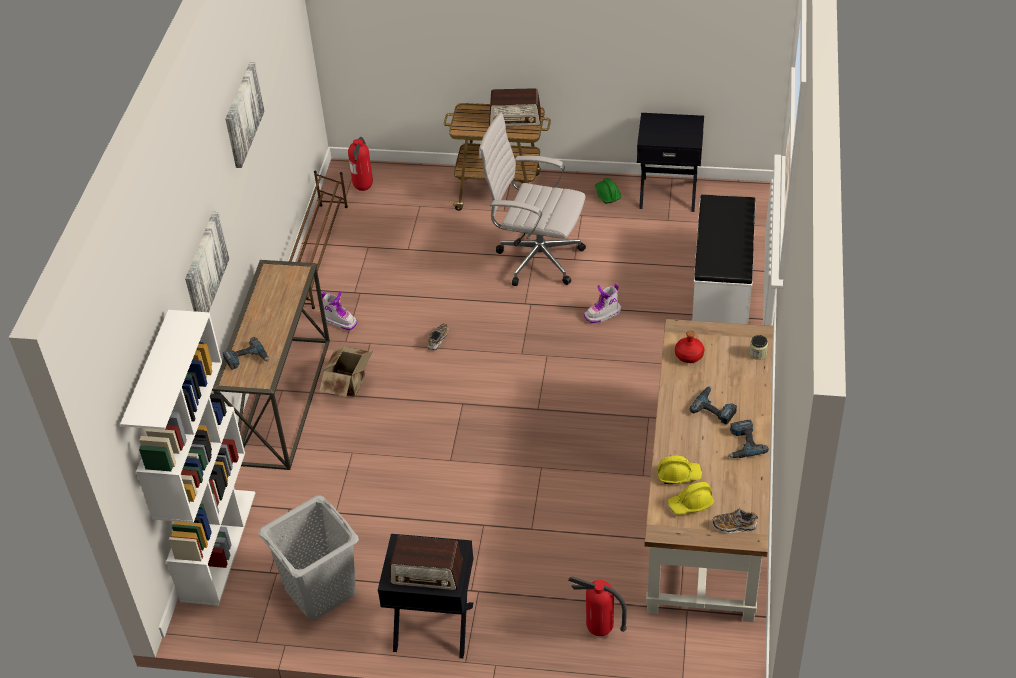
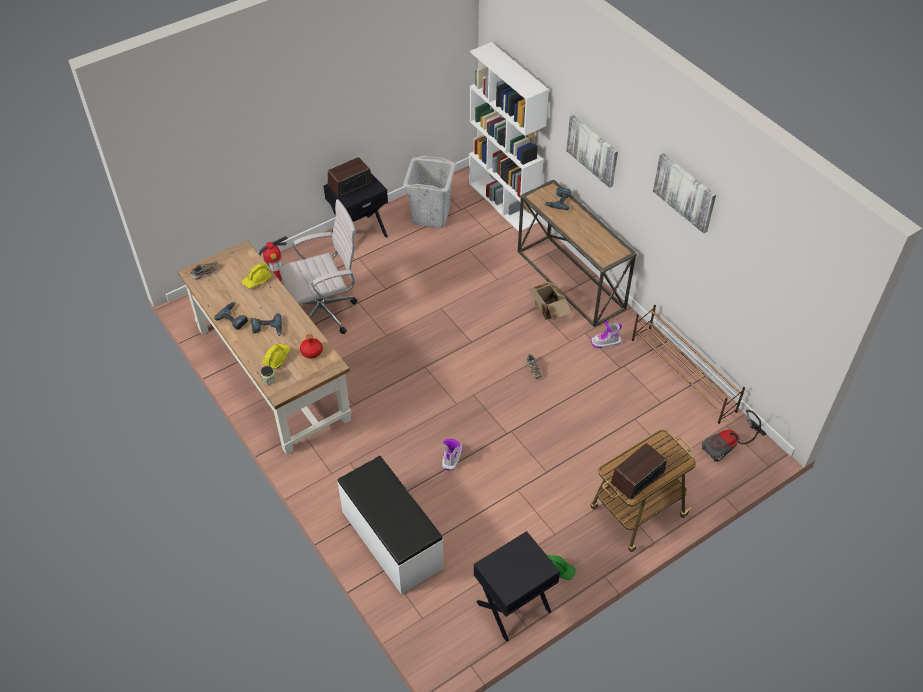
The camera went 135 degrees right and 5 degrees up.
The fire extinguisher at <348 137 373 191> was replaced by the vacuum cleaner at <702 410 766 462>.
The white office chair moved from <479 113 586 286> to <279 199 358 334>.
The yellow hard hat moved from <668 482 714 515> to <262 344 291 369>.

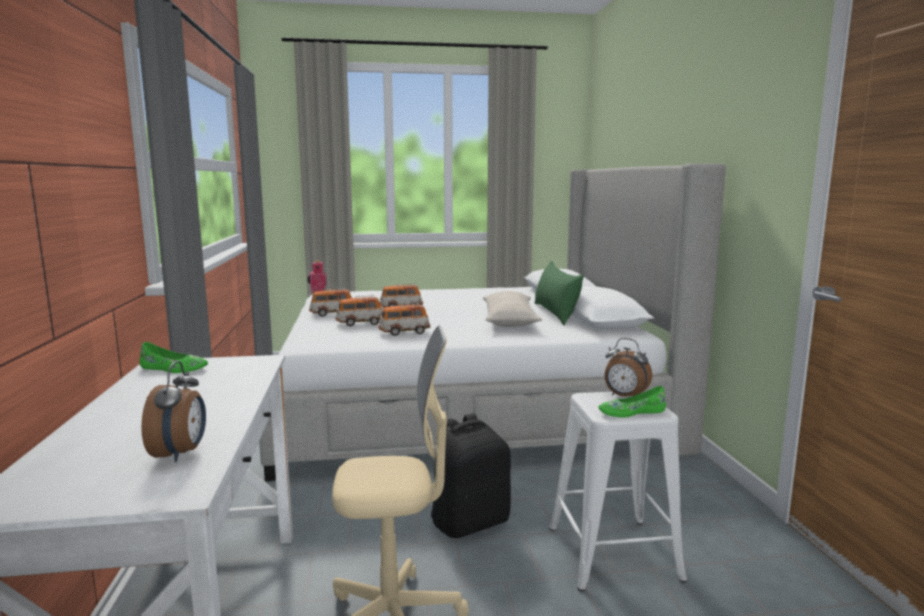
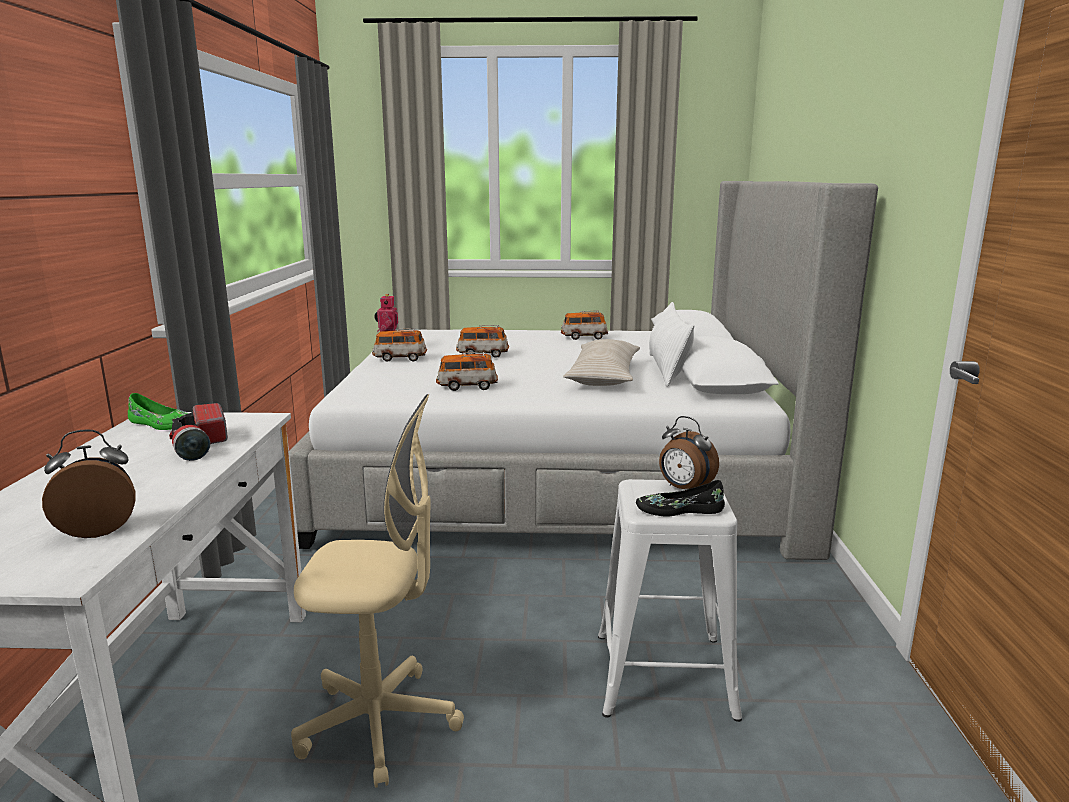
The camera went 10 degrees right and 5 degrees up.
The alarm clock at <141 361 206 462> turned 120 degrees counterclockwise.
The toy car moved from <335 295 383 326> to <561 311 608 340>.
The black backpack at <431 413 511 538> disappeared.
The green pillow at <535 261 584 325> became the white pillow at <649 302 694 387>.
The green shoe at <599 386 666 417> became the black shoe at <636 480 725 517>.
The flashlight at <169 403 228 461> appeared.

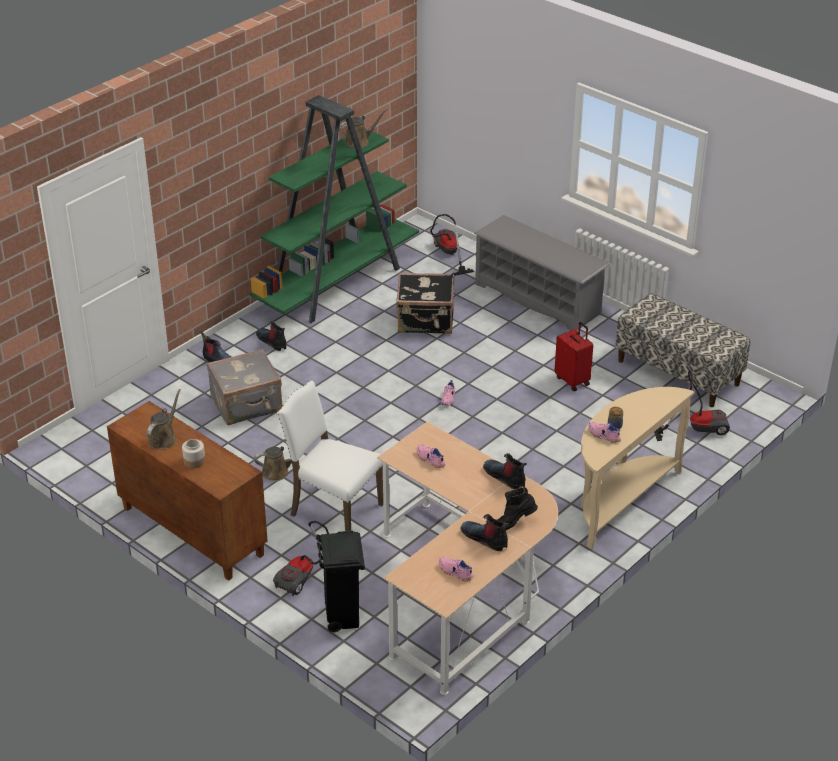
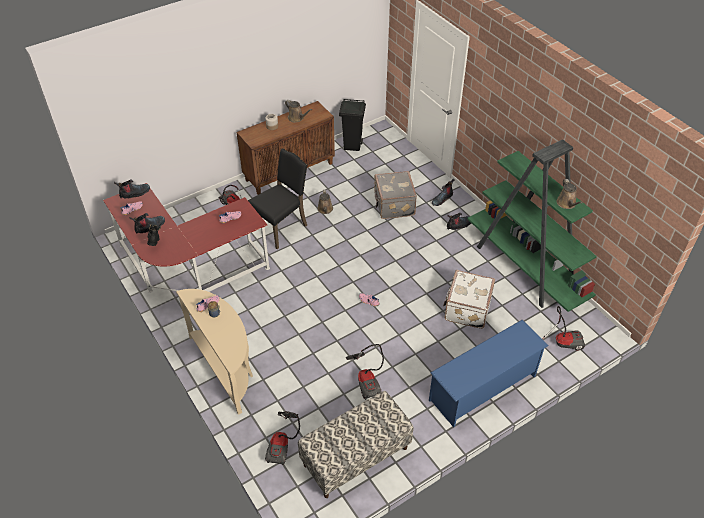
The camera went 105 degrees right and 10 degrees up.
The white chair at <277 381 383 531> became the black chair at <248 148 308 249>.
The black trash can moved from <316 531 365 632> to <339 99 366 151>.
The beige desk at <377 422 558 695> became the red desk at <103 183 270 293>.
The black suitcase at <396 273 454 334> became the white suitcase at <443 270 495 329>.
The grey shoe rack at <474 215 610 331> became the blue shoe rack at <429 320 549 427>.
The boot moved from <483 453 527 489> to <114 180 150 199>.
The red suitcase at <555 322 593 391> was replaced by the vacuum cleaner at <346 344 384 400>.

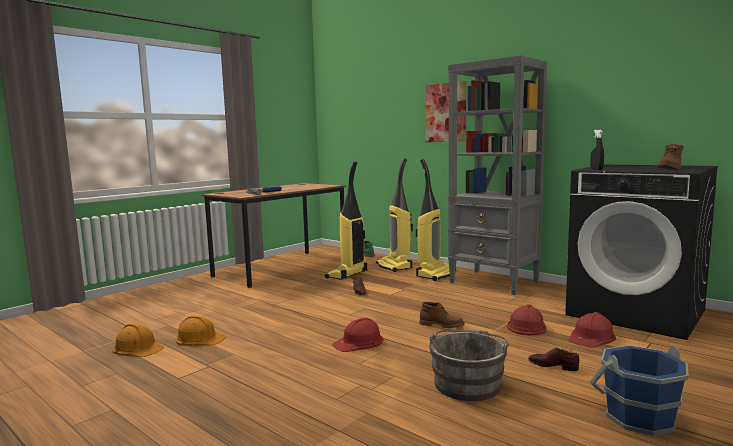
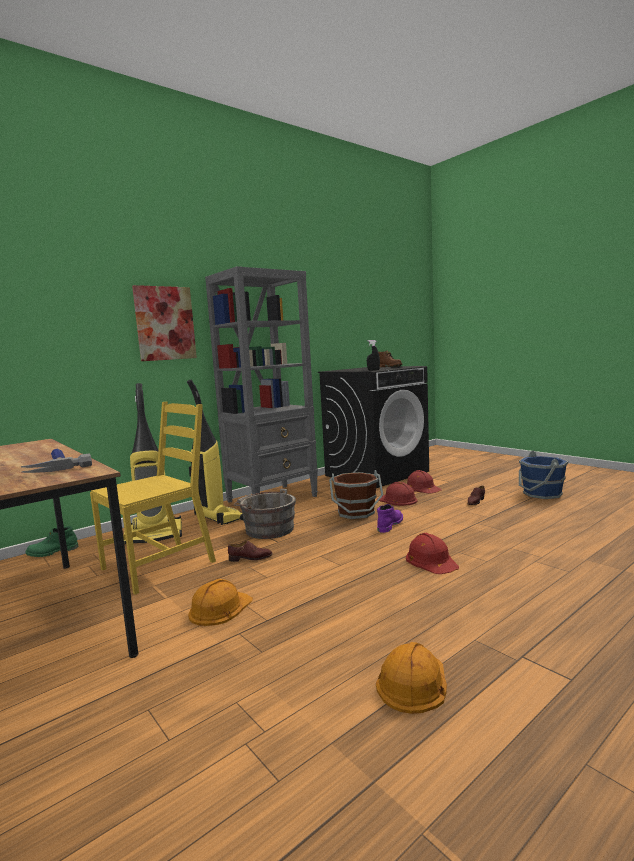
The camera went 80 degrees left and 0 degrees up.
The orange hard hat moved from <113 324 164 357> to <188 579 253 626>.
The vacuum cleaner at <325 161 367 280> was replaced by the yellow chair at <90 402 216 595>.
The brown boot at <419 302 465 328> became the purple boot at <377 504 403 533>.
The grey bucket moved from <429 329 509 401> to <234 489 296 539>.
The brown bucket at <329 470 383 519> appeared.

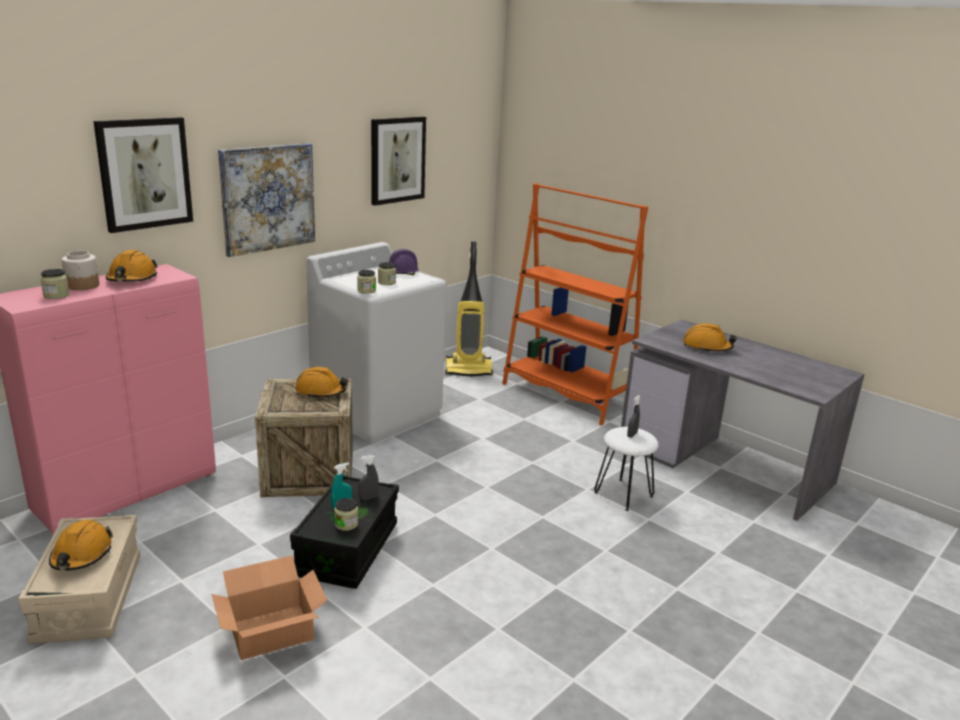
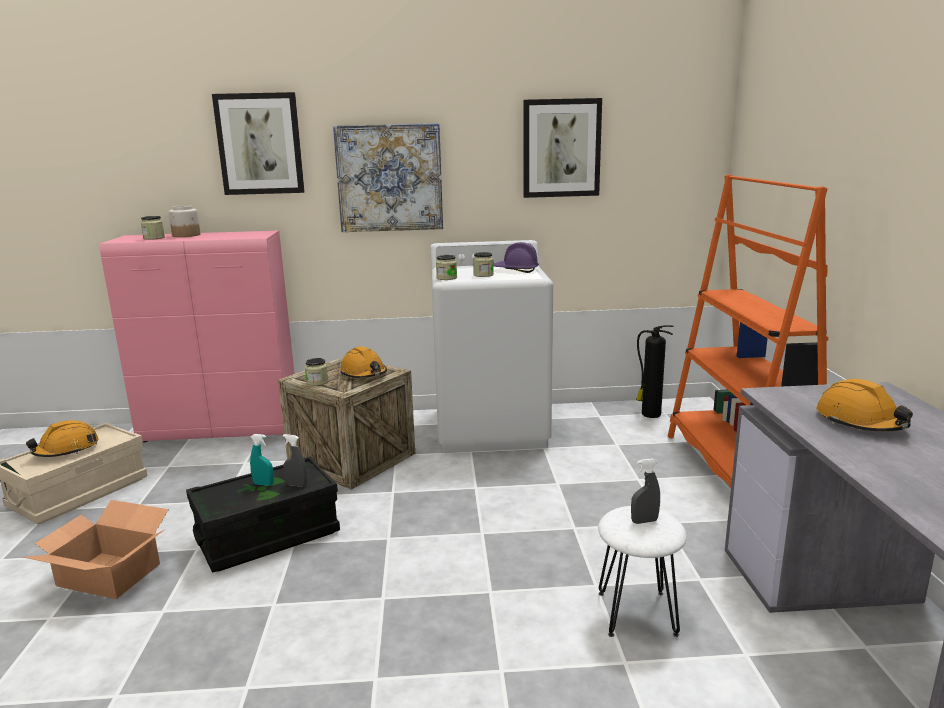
The camera went 45 degrees right and 5 degrees down.
The orange hard hat at <106 250 158 282> disappeared.
The jar moved from <334 498 358 531> to <305 358 328 386>.
The vacuum cleaner at <446 242 493 377> was replaced by the fire extinguisher at <636 325 673 418>.

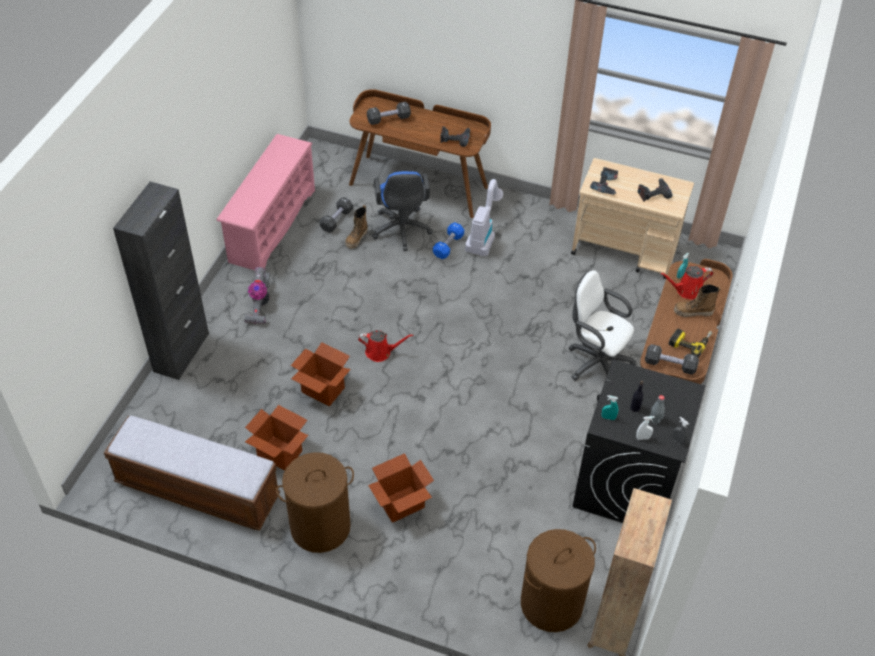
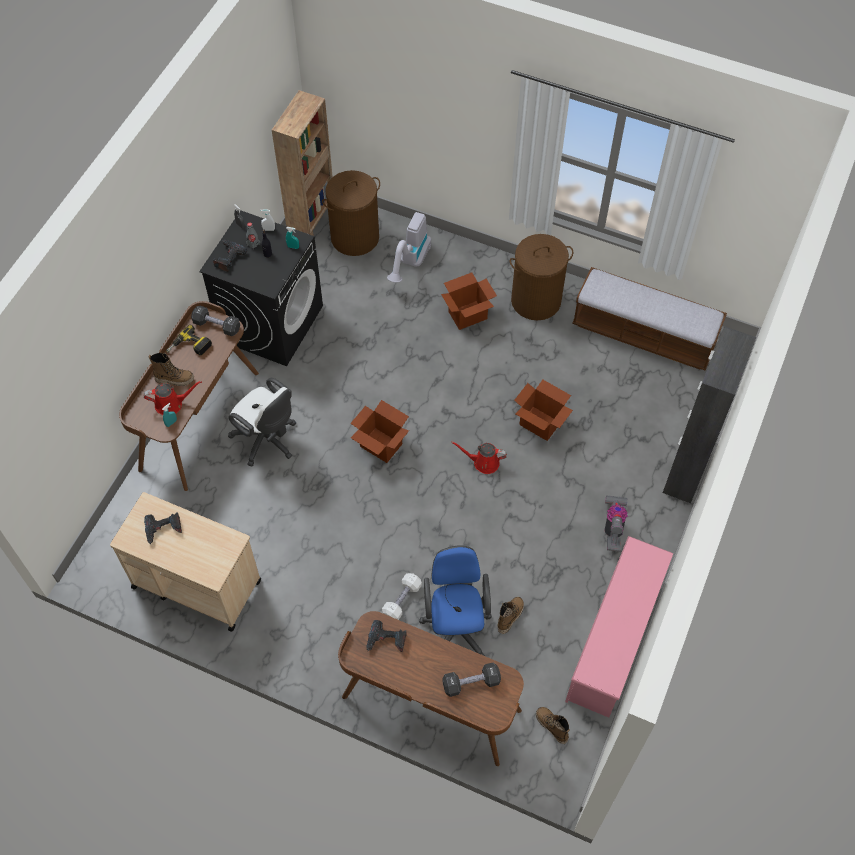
The camera went 175 degrees left and 10 degrees up.
The cardboard box moved from <245 405 308 471> to <350 400 409 463>.
The black dumbbell at <320 197 353 233> disappeared.
The blue dumbbell at <433 222 464 259> became the white dumbbell at <382 573 422 620>.
The vacuum cleaner moved from <465 179 503 256> to <387 212 431 283>.
The power drill moved from <590 167 618 195> to <213 240 247 272>.
The boot at <536 707 570 744> appeared.

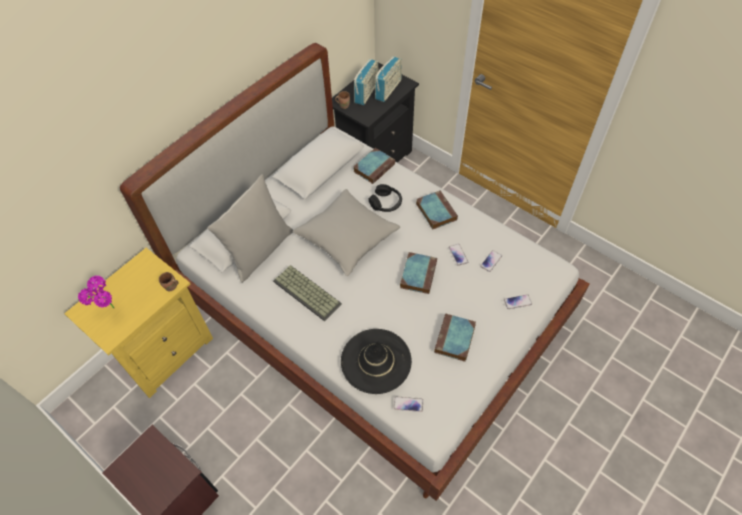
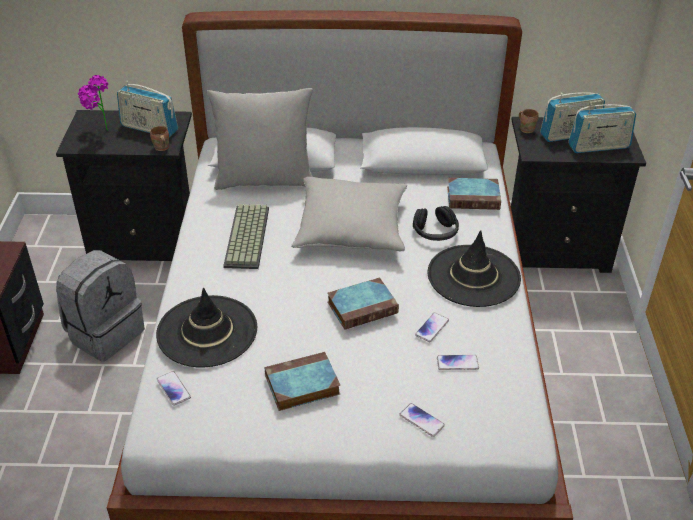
The camera went 50 degrees right and 15 degrees down.
The yellow nightstand at <64 248 213 398> became the black nightstand at <56 110 192 261>.
The book at <416 191 458 229> was replaced by the black hat at <428 230 521 307>.
The grey backpack at <56 250 145 361> appeared.
The radio at <117 81 178 137> appeared.

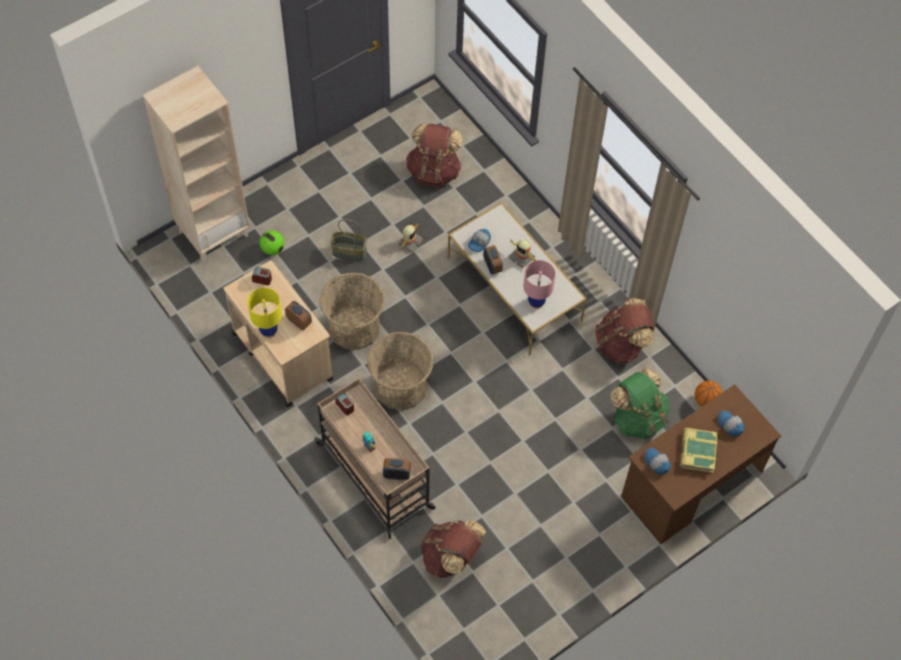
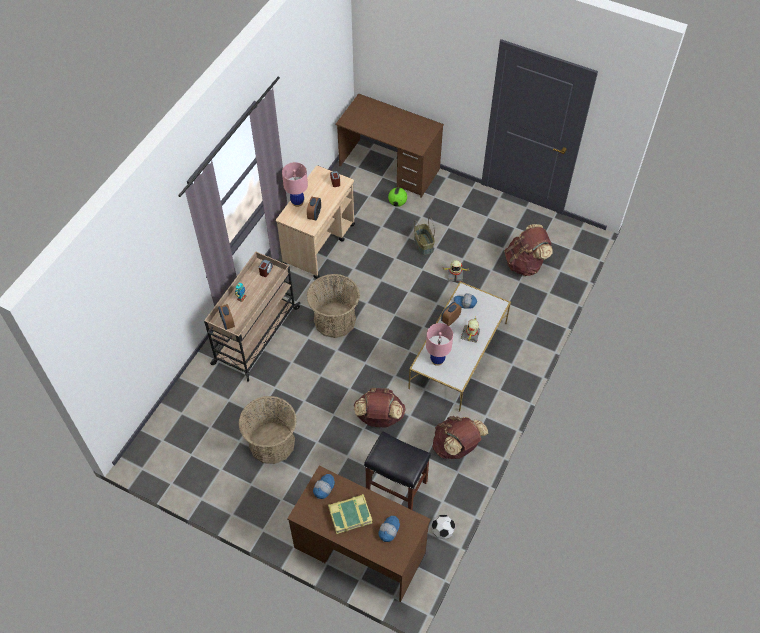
The camera went 65 degrees right and 5 degrees down.
The beige bookcase at <143 66 250 262> was replaced by the brown desk at <336 94 444 198>.
The yellow table lamp at <247 288 282 338> became the pink table lamp at <282 162 308 207>.
The basket moved from <320 272 385 350> to <239 396 296 464>.
The brown backpack moved from <420 520 486 578> to <354 388 406 428>.
The green backpack at <610 368 669 439> was replaced by the black stool at <364 431 431 510>.
The basketball at <695 381 723 407> was replaced by the football at <431 515 455 539>.

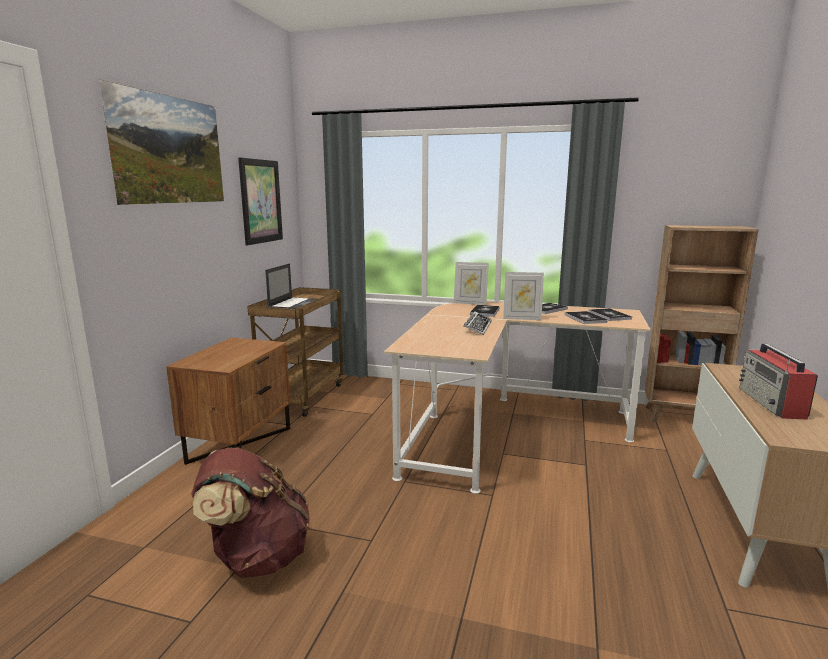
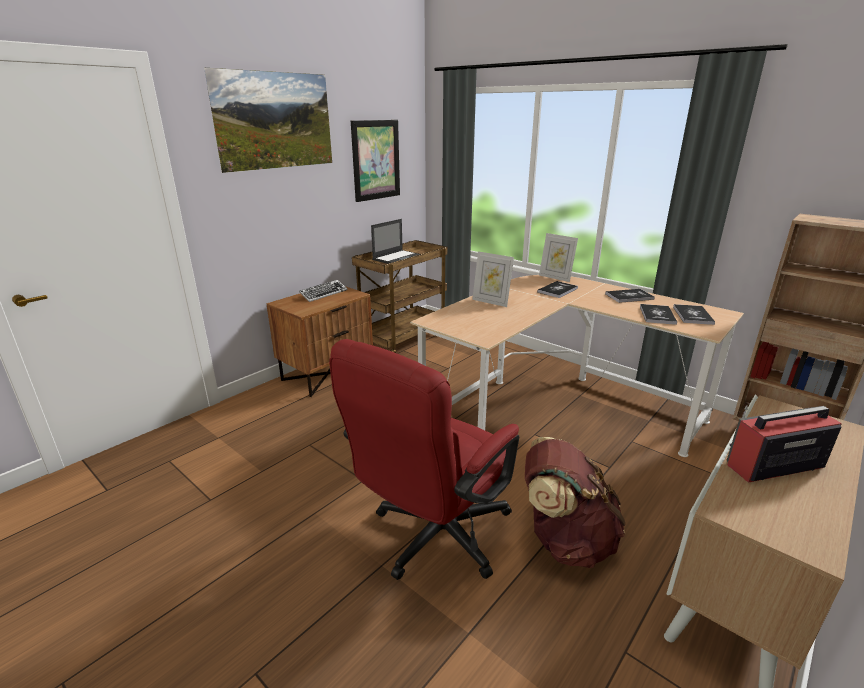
The camera went 25 degrees right and 10 degrees up.
The brown backpack moved from <191 448 310 578> to <525 437 626 568>.
The keyboard moved from <464 311 492 335> to <299 280 348 302>.
The picture frame moved from <503 272 544 320> to <472 251 514 307>.
The radio at <739 343 818 420> turned 45 degrees clockwise.
The red office chair at <329 339 519 580> appeared.

